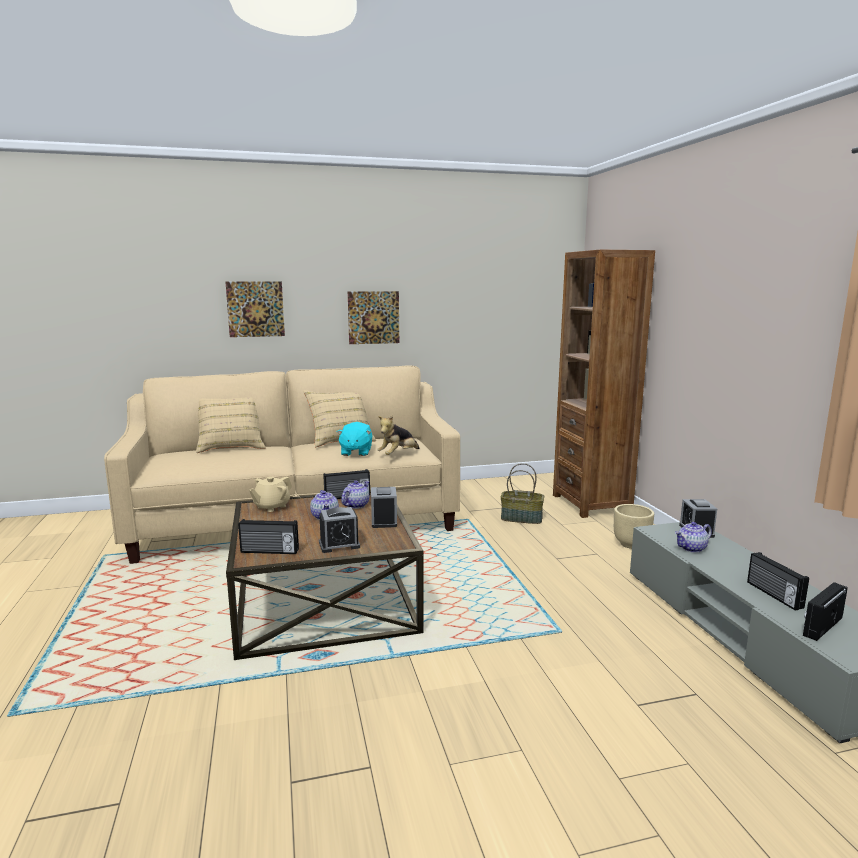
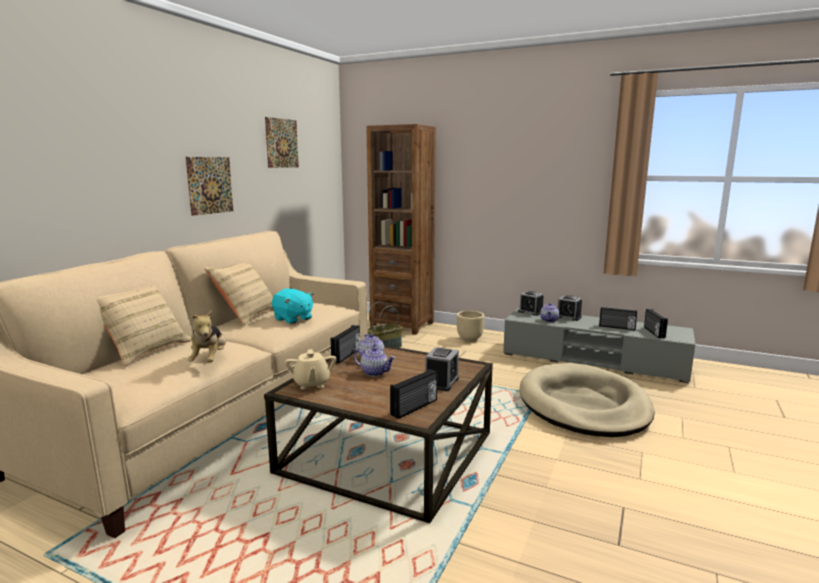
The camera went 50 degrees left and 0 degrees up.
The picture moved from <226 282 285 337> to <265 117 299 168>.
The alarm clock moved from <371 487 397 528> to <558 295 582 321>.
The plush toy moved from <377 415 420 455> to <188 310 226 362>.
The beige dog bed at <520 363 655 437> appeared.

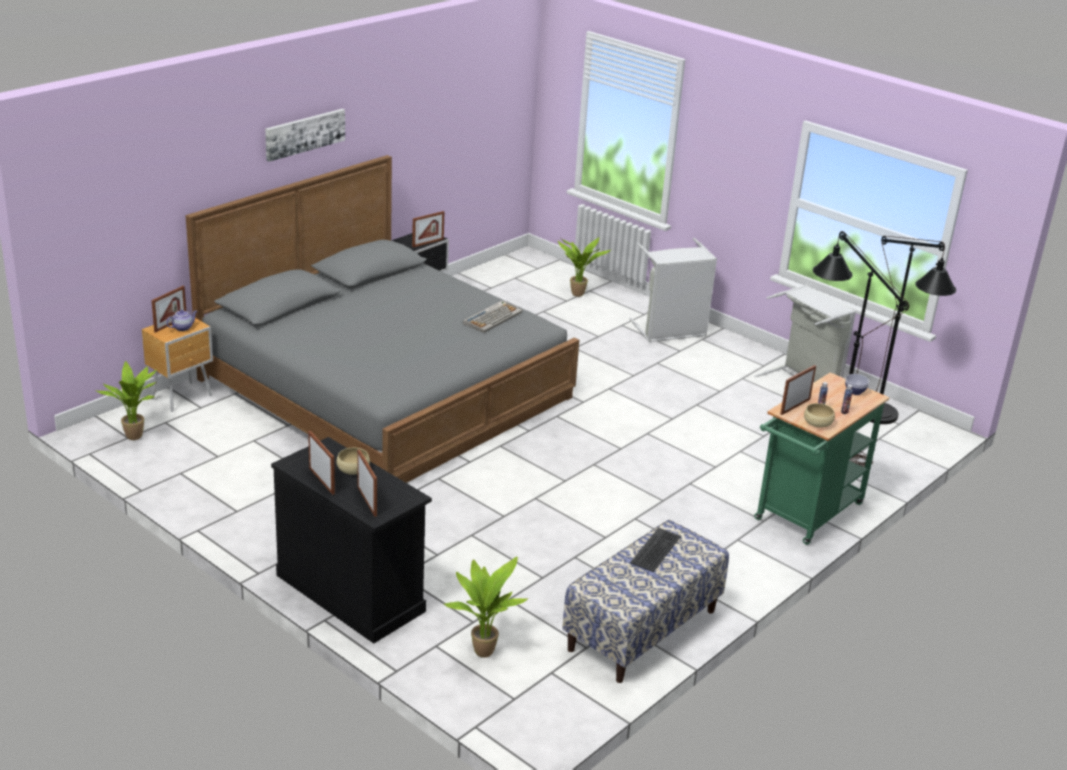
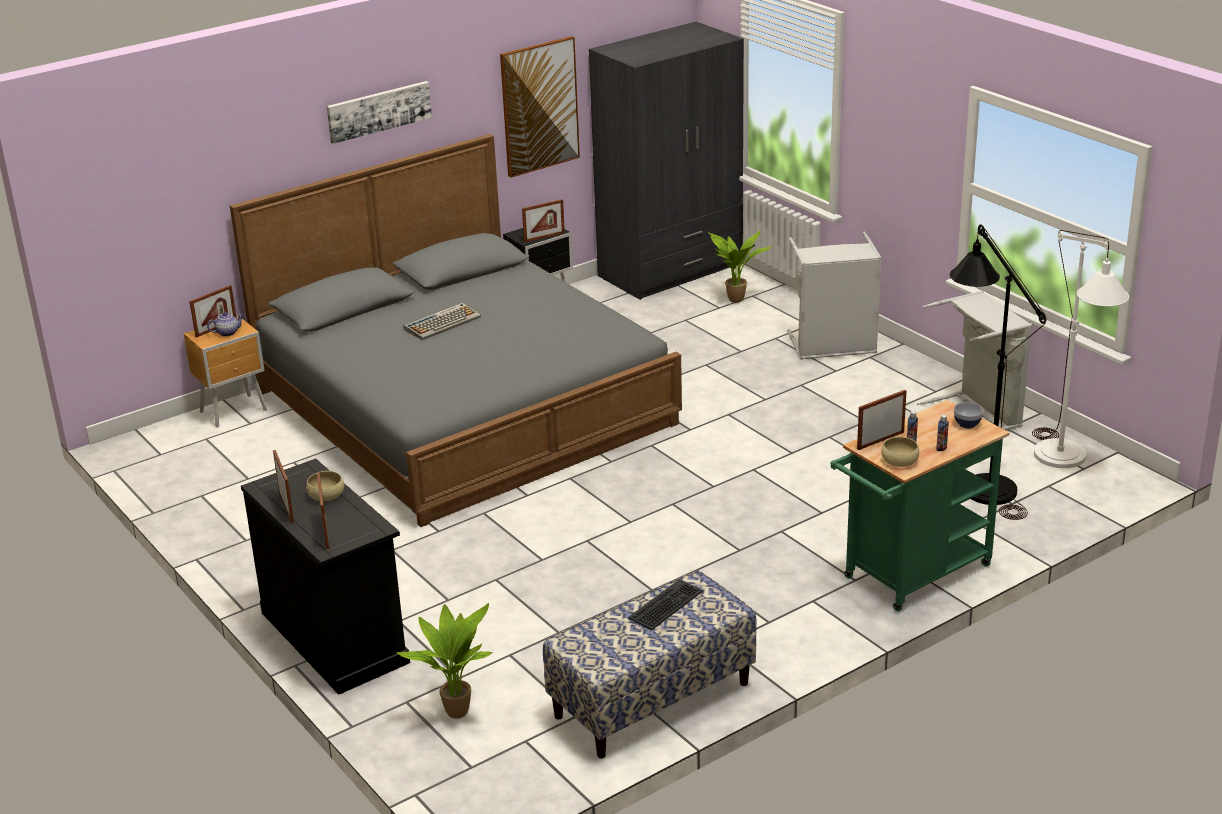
The camera went 15 degrees right and 0 degrees up.
The potted plant at <95 361 158 440> disappeared.
The keyboard moved from <463 300 522 333> to <403 303 481 340>.
The black floor lamp at <870 236 956 424> became the white floor lamp at <1032 230 1129 468>.
The picture at <500 36 580 178> appeared.
The grey wardrobe at <589 22 744 300> appeared.

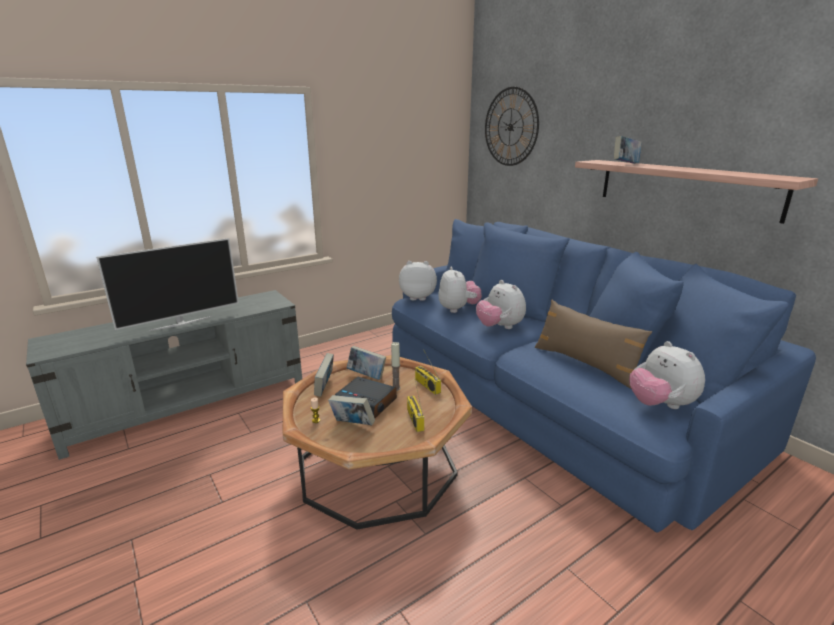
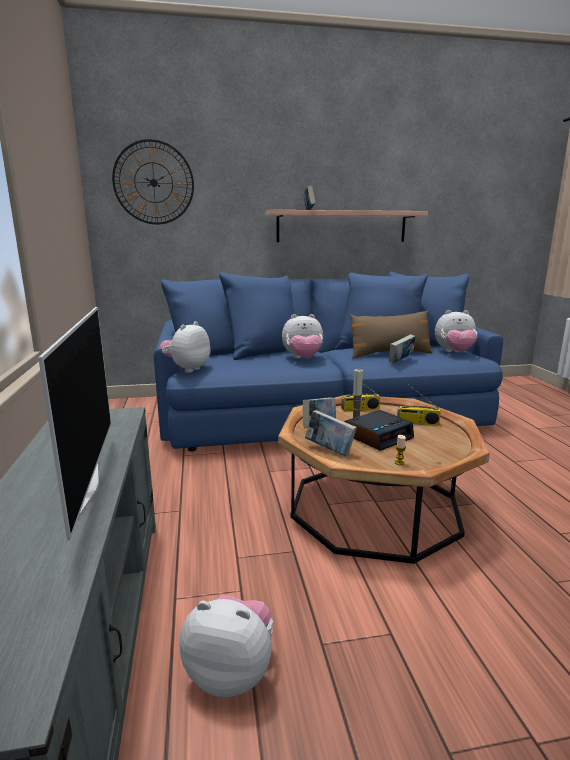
The camera went 65 degrees left and 5 degrees down.
The book moved from <328 395 375 425> to <389 334 415 363>.
The plush toy moved from <438 267 482 313> to <180 595 273 697>.

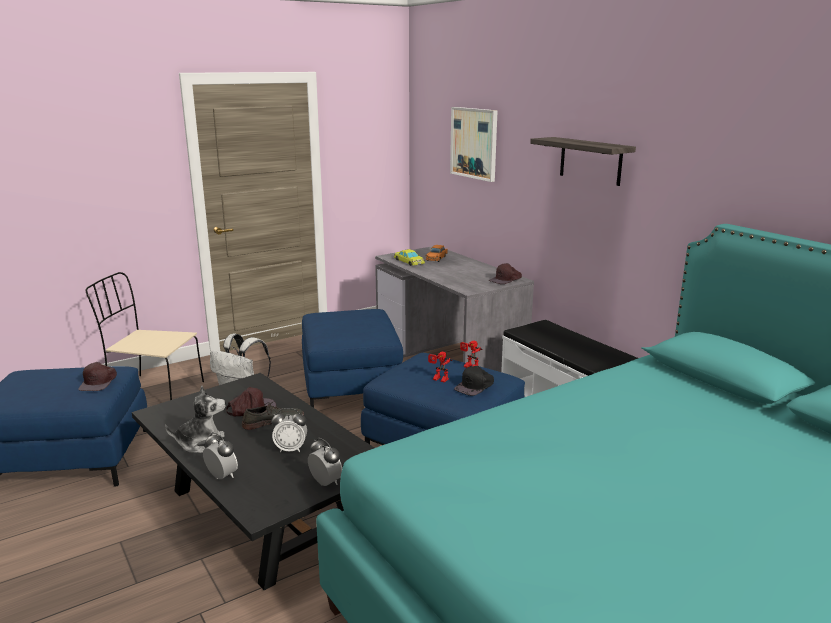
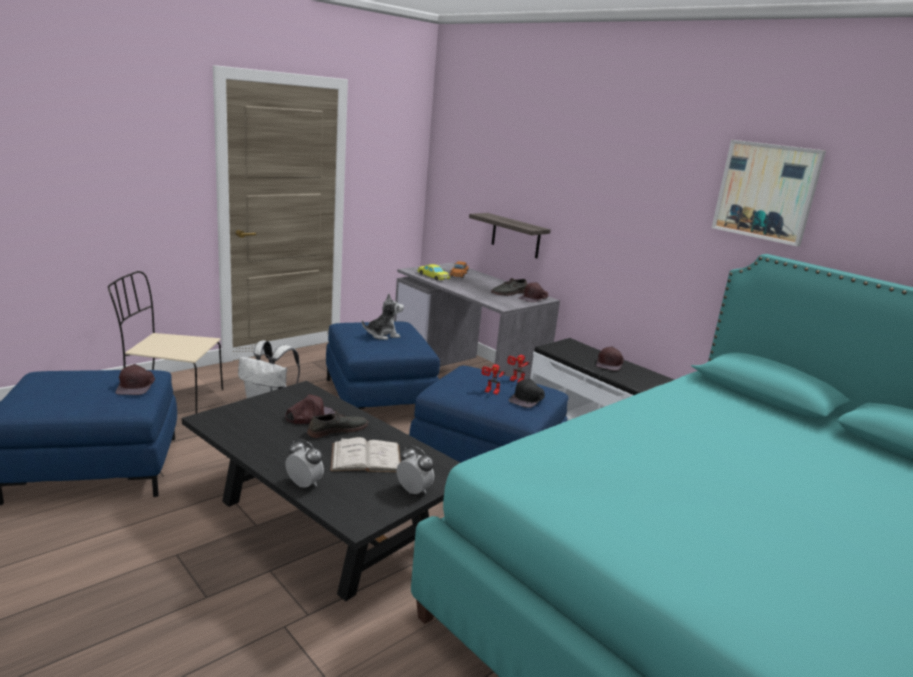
The camera went 10 degrees left and 0 degrees up.
The plush toy moved from <165 386 226 453> to <362 294 404 340>.
The alarm clock at <271 408 307 452> was replaced by the white book at <330 437 401 472>.
The picture moved from <450 107 498 182> to <712 140 826 247>.
The shelf moved from <530 137 636 186> to <469 213 551 258>.
The grey shoe at <491 278 527 296> appeared.
The brown cap at <596 346 624 371> appeared.

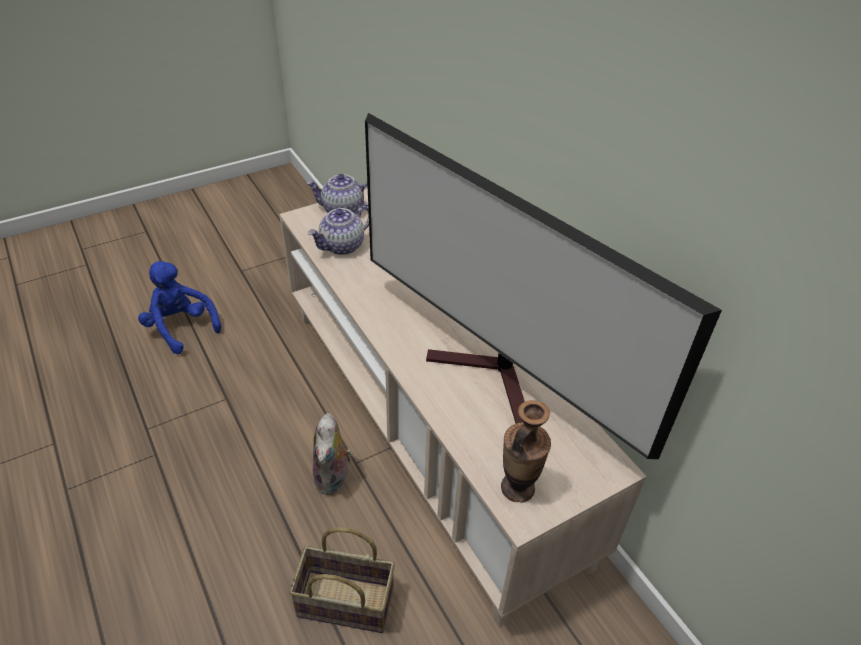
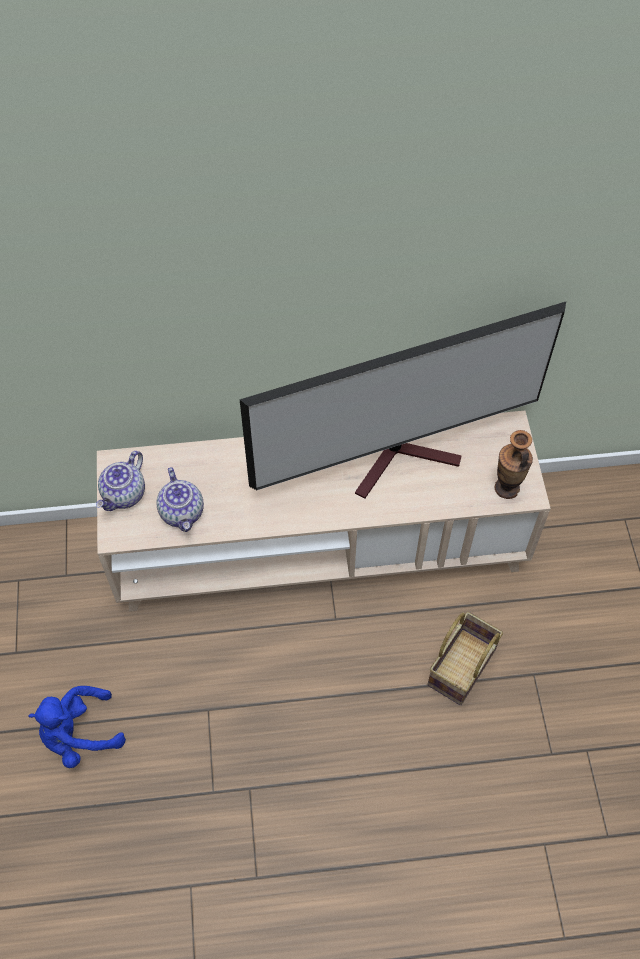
The camera went 65 degrees left and 15 degrees up.
The plush toy at <313 413 352 495> disappeared.

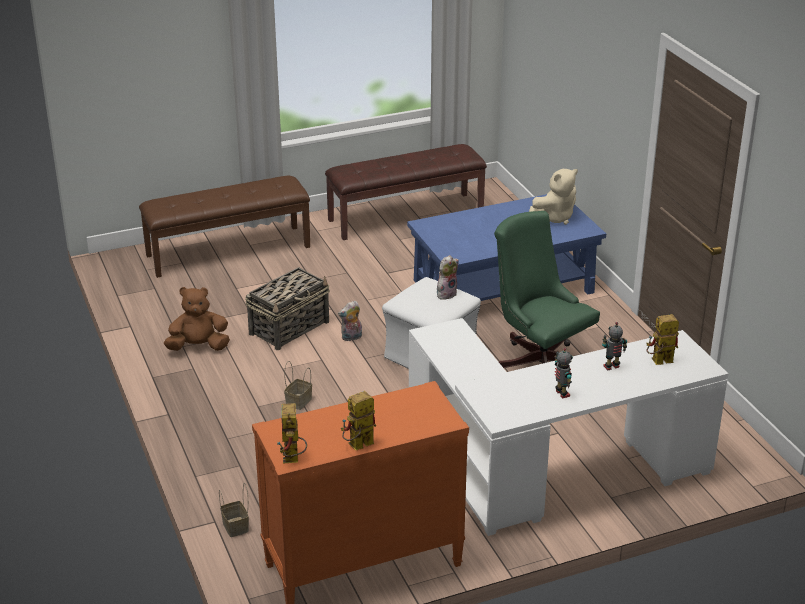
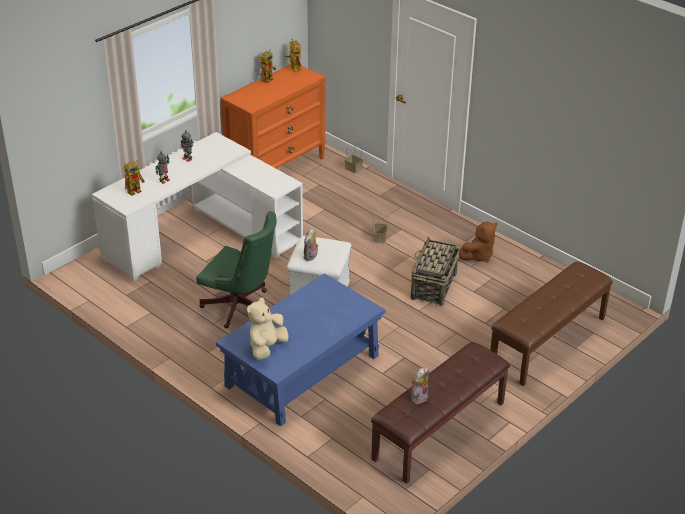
The camera went 155 degrees right and 5 degrees up.
The plush toy moved from <338 301 362 341> to <411 368 429 404>.

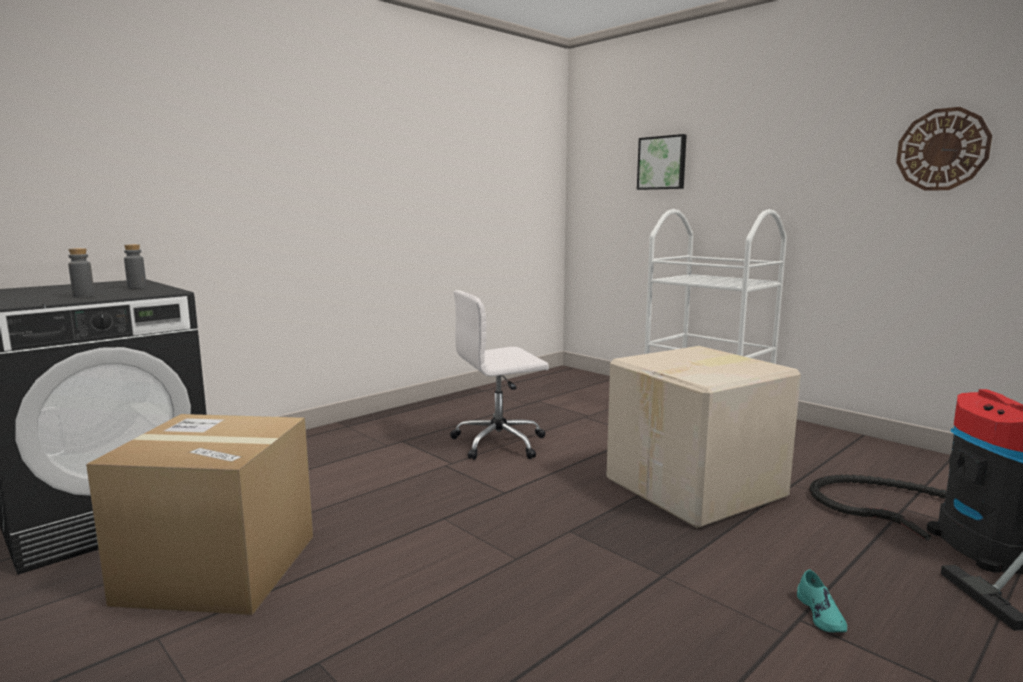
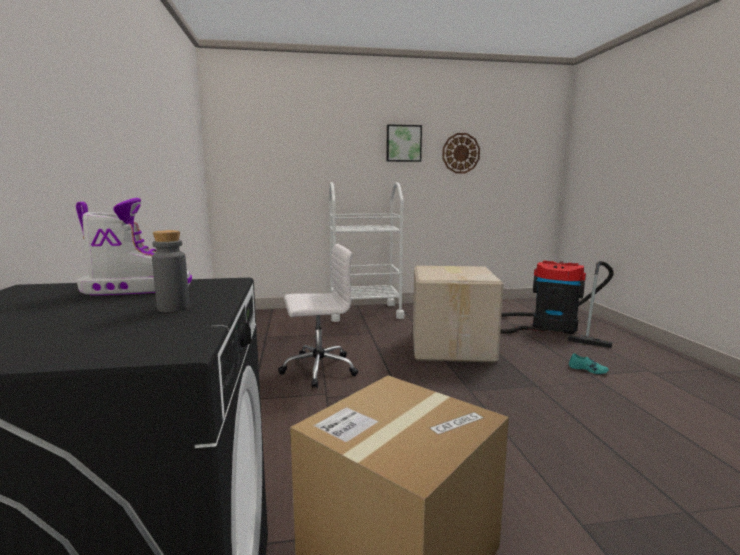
The camera went 55 degrees left and 0 degrees up.
The grey bottle at <124 244 147 289> was replaced by the boot at <76 198 192 295>.
The white office chair at <450 290 549 460> turned 120 degrees counterclockwise.
The picture moved from <637 134 687 190> to <386 124 422 162>.

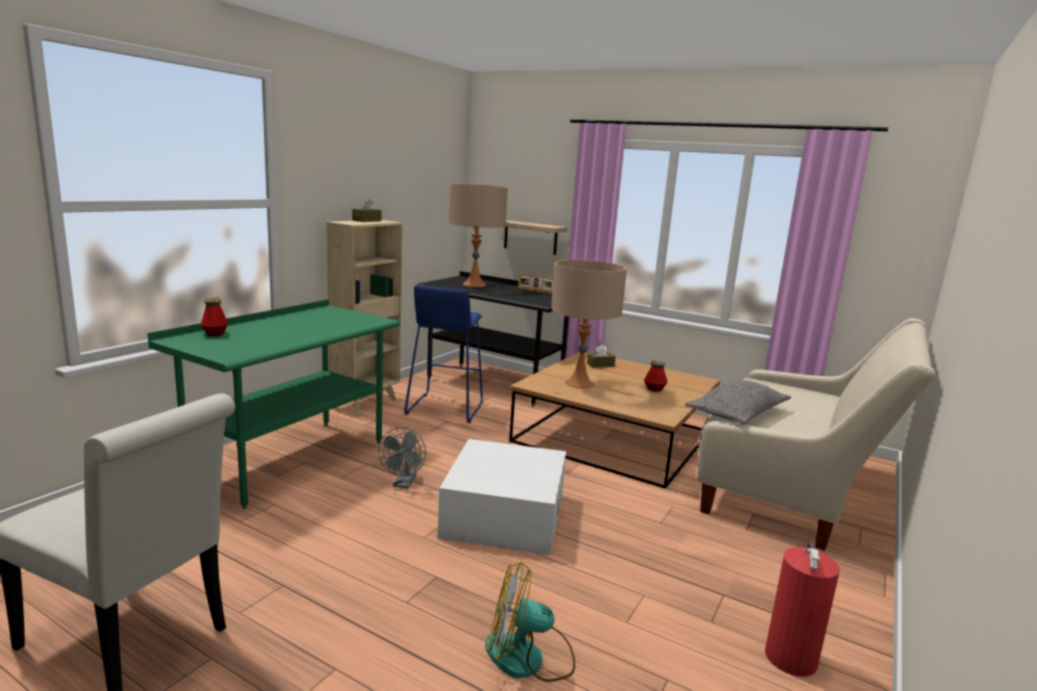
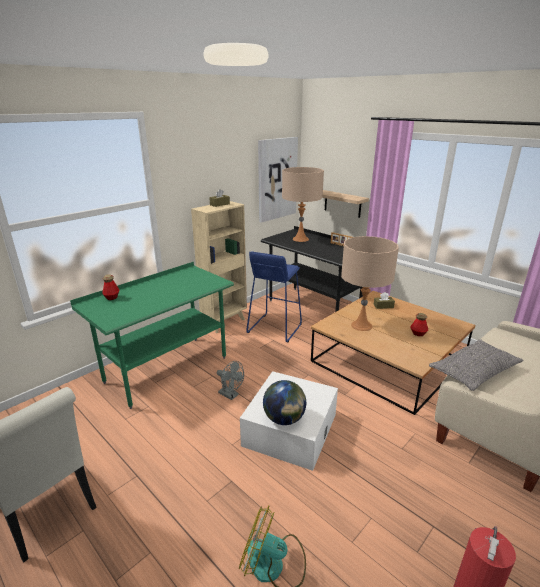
The camera went 15 degrees right and 10 degrees up.
The grey fan at <378 428 426 488> turned 75 degrees counterclockwise.
The picture at <258 137 298 223> appeared.
The globe at <263 380 306 425> appeared.

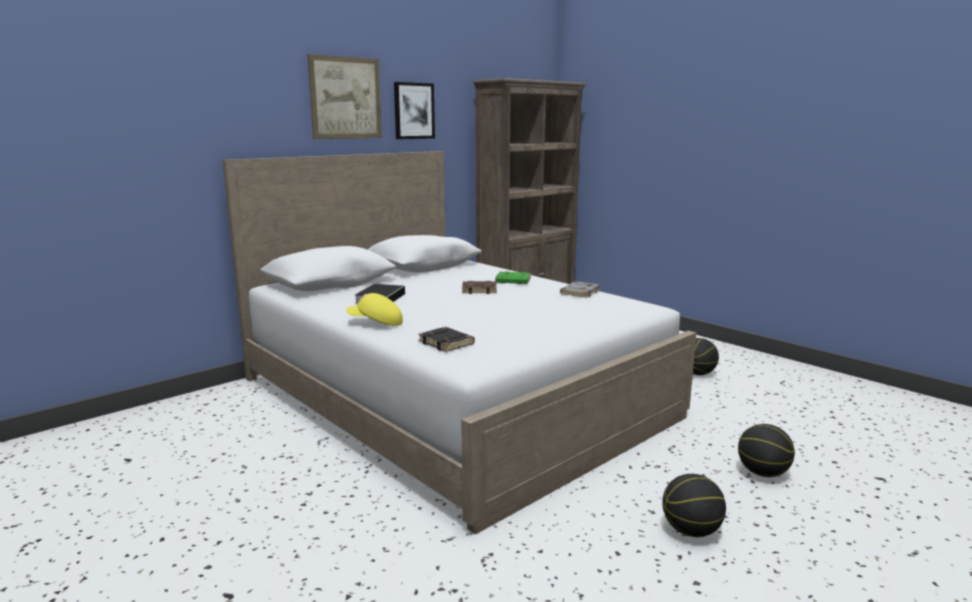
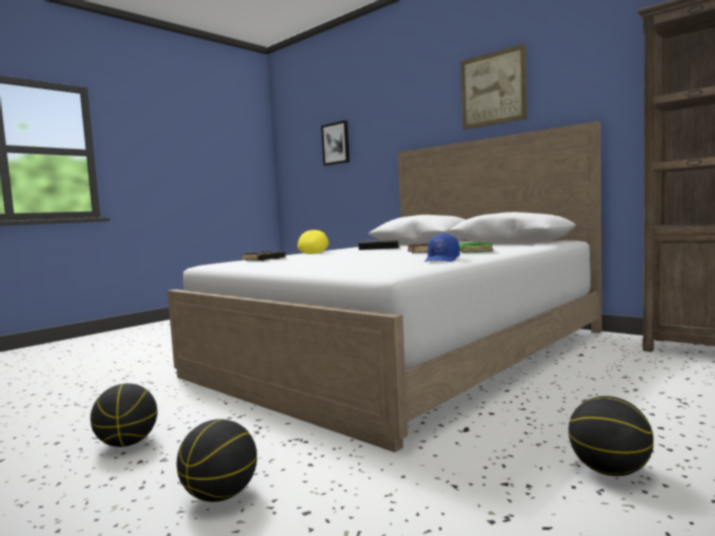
The camera went 85 degrees right and 10 degrees down.
The picture moved from <394 82 435 139> to <321 120 350 166>.
The grey book at <560 281 600 298> was replaced by the blue cap at <425 233 460 262>.

